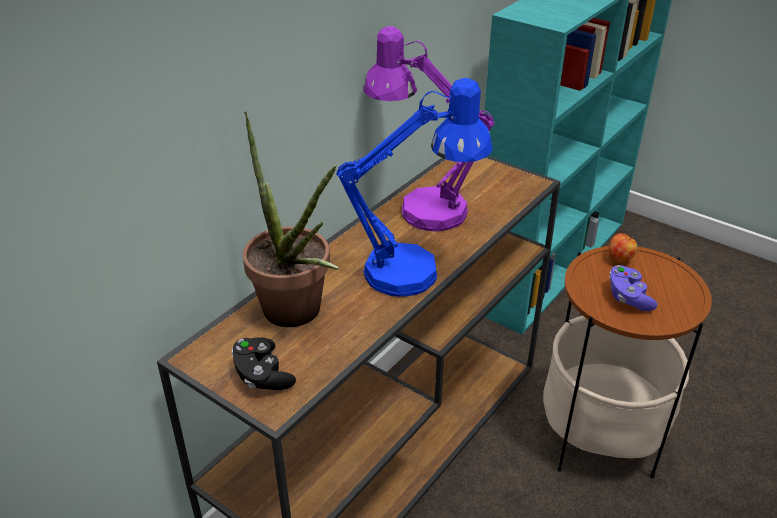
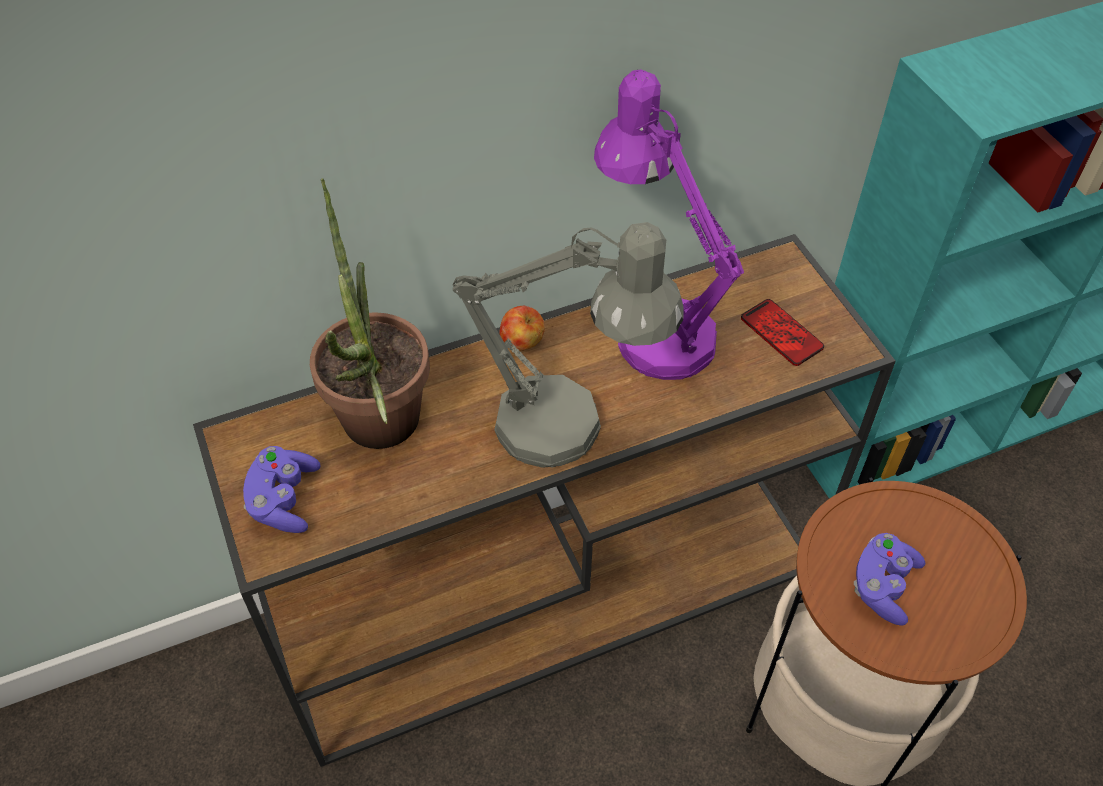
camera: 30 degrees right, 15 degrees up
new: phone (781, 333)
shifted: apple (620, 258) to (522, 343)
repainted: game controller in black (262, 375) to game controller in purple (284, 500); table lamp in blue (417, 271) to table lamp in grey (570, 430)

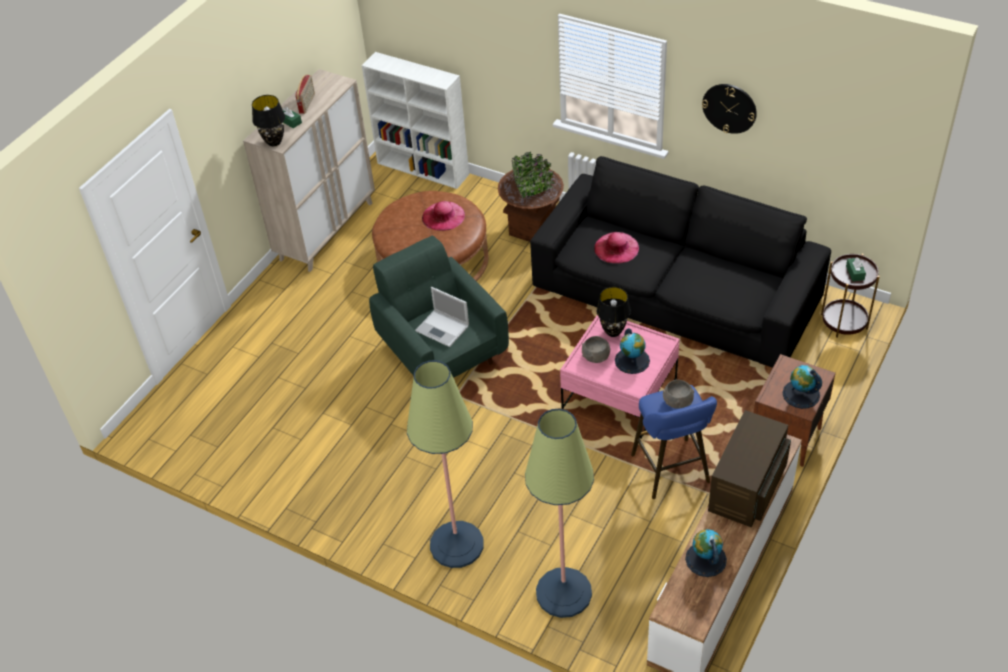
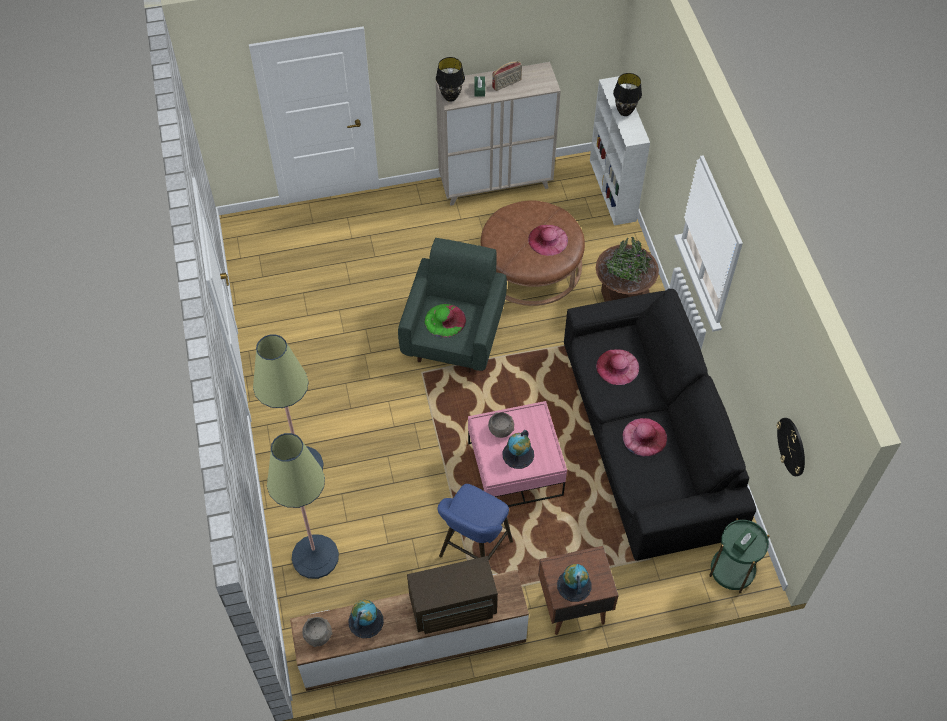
camera: 45 degrees right, 10 degrees up
new: hat in pink (644, 437)
shifted: table lamp in black (613, 332) to (625, 112); bowl in grey (677, 401) to (318, 635); wall clock (729, 108) to (792, 446)
swapped: laptop (443, 328) to hat in green (445, 320)
repainted: side table in brown (844, 321) to side table in green (732, 571)

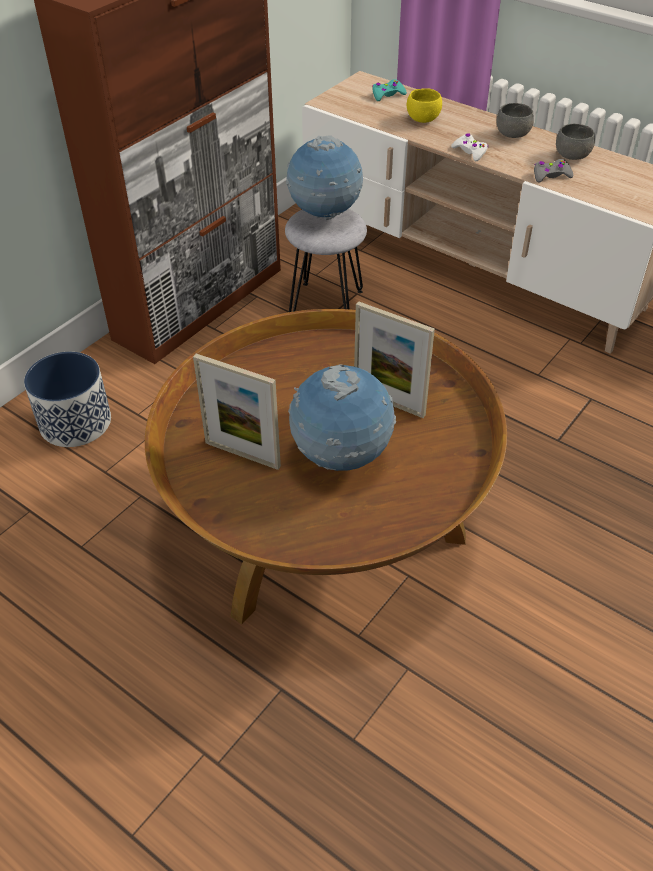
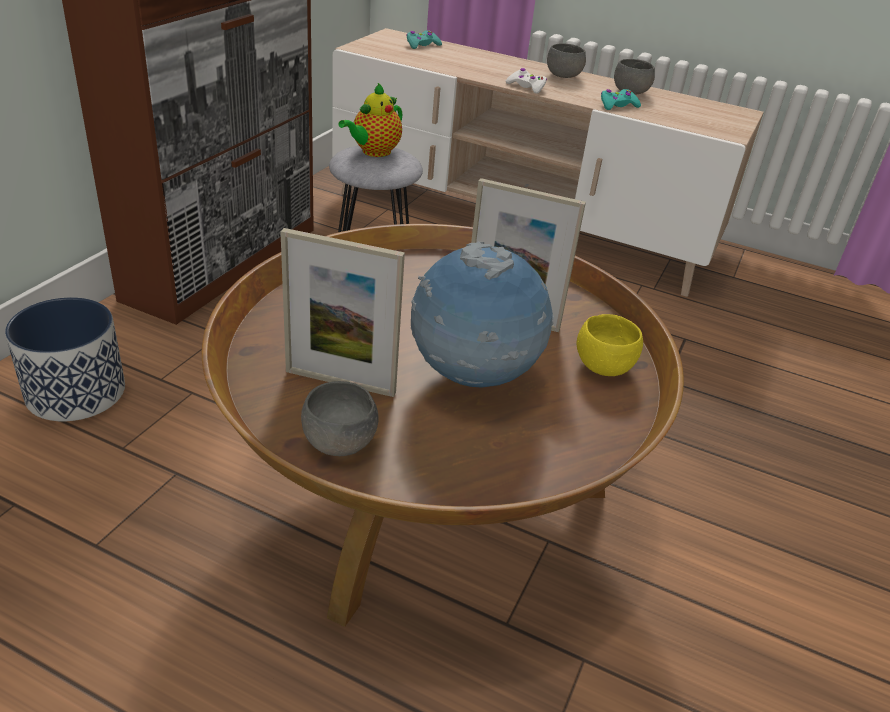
camera: 15 degrees left, 10 degrees down
new: bowl in grey (339, 443)
shifted: bowl in yellow (423, 119) to (603, 366)
swapped: globe (324, 215) to teapot (373, 152)
repainted: game controller in grey (550, 175) to game controller in turquoise (617, 105)

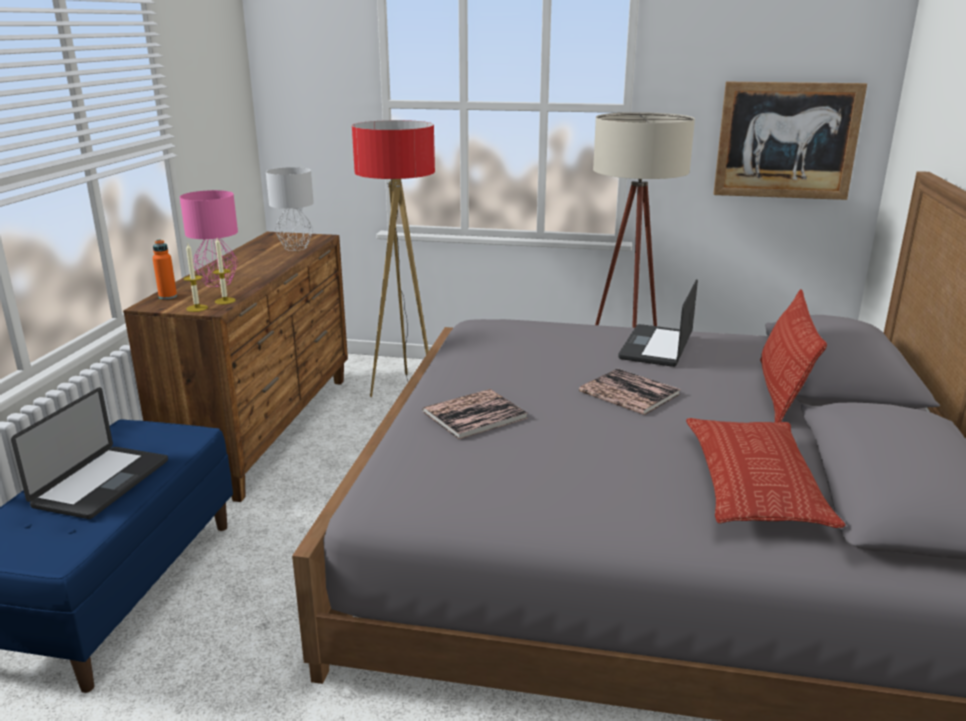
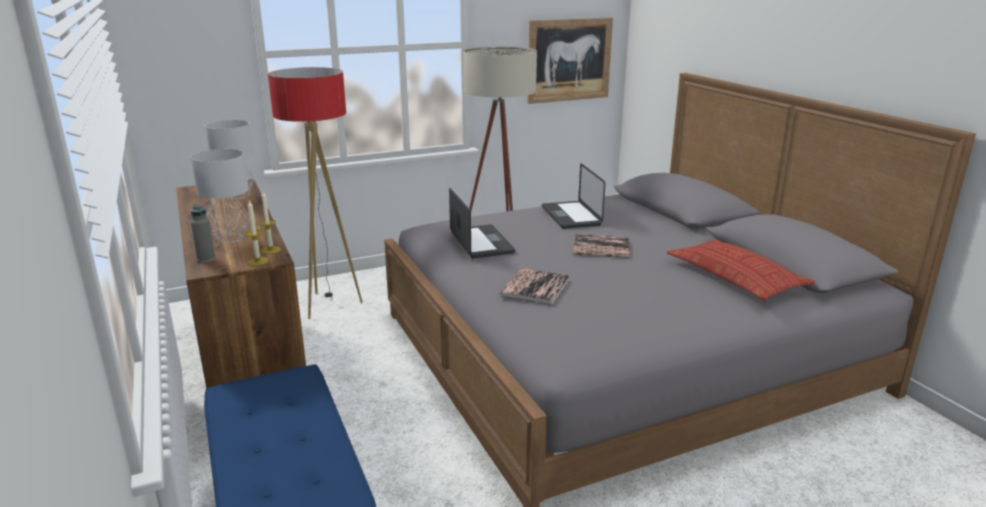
camera: 35 degrees left, 0 degrees up
gone: pillow (781, 392)
shifted: laptop (102, 483) to (481, 243)
repainted: bottle in orange (168, 296) to bottle in grey (206, 259); table lamp in pink (217, 283) to table lamp in grey (230, 238)

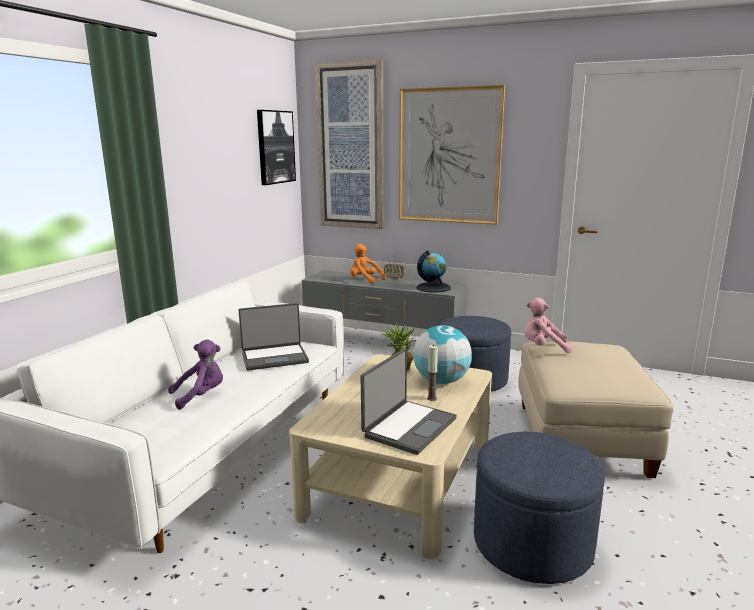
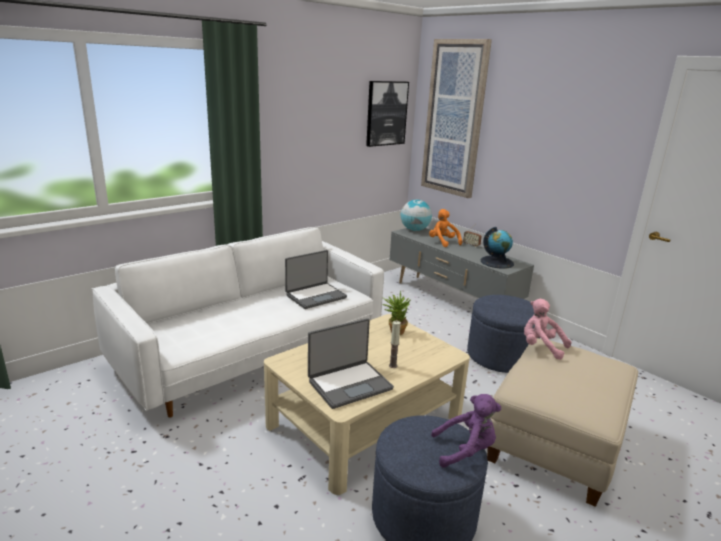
camera: 25 degrees right, 5 degrees up
gone: picture (449, 156)
shifted: plush toy in purple (201, 396) to (466, 451); globe (441, 381) to (414, 230)
rotated: laptop (274, 357) = (315, 296) 45 degrees counterclockwise

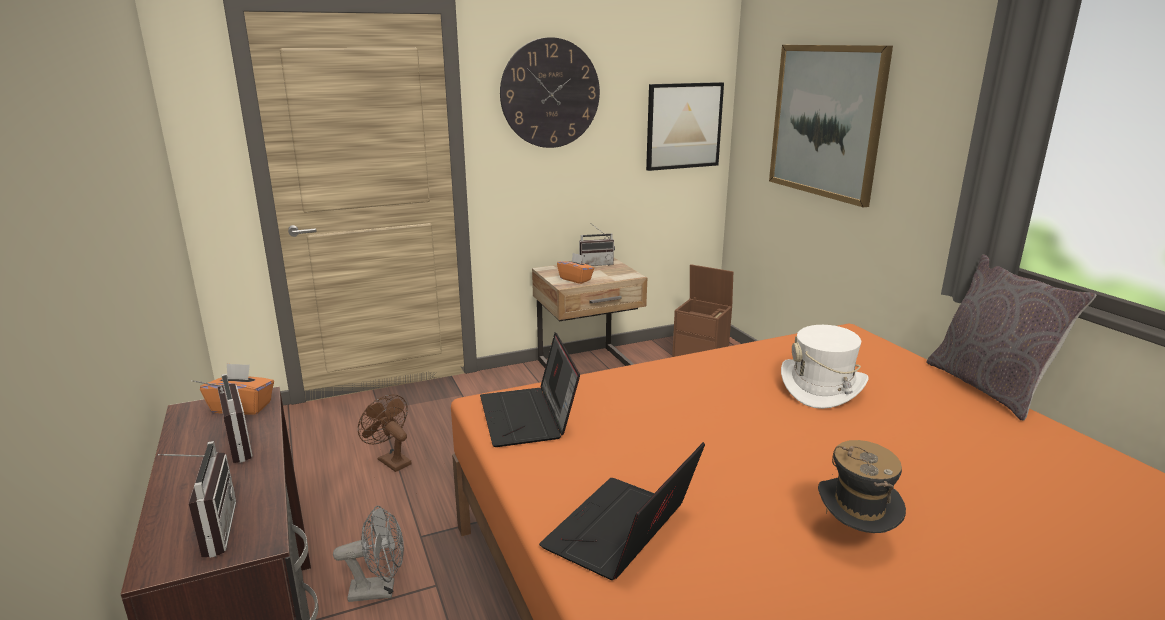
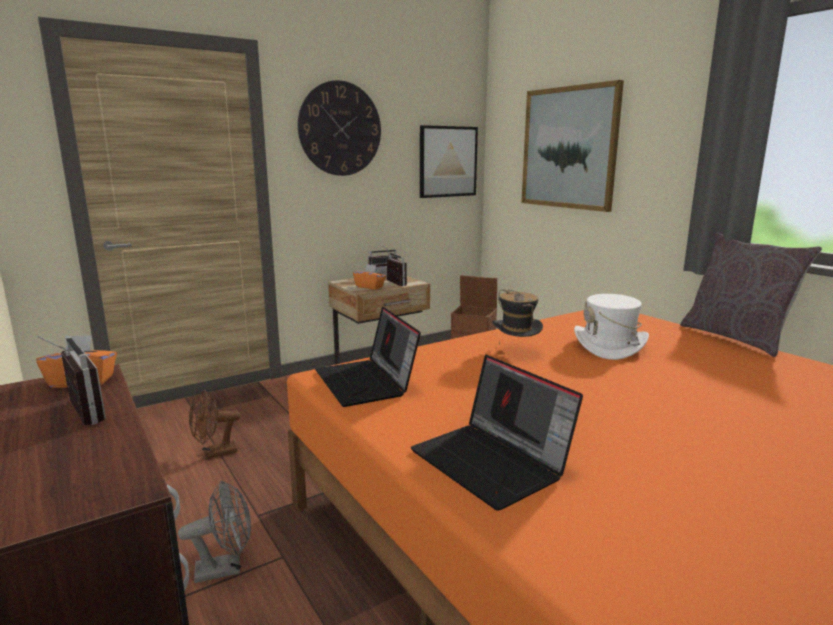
camera: 10 degrees left, 5 degrees down
shifted: radio (208, 532) to (393, 284); hat (853, 539) to (515, 353)
rotated: fan in brown (390, 460) = (214, 453) 60 degrees counterclockwise; laptop (622, 533) = (493, 463) 60 degrees counterclockwise

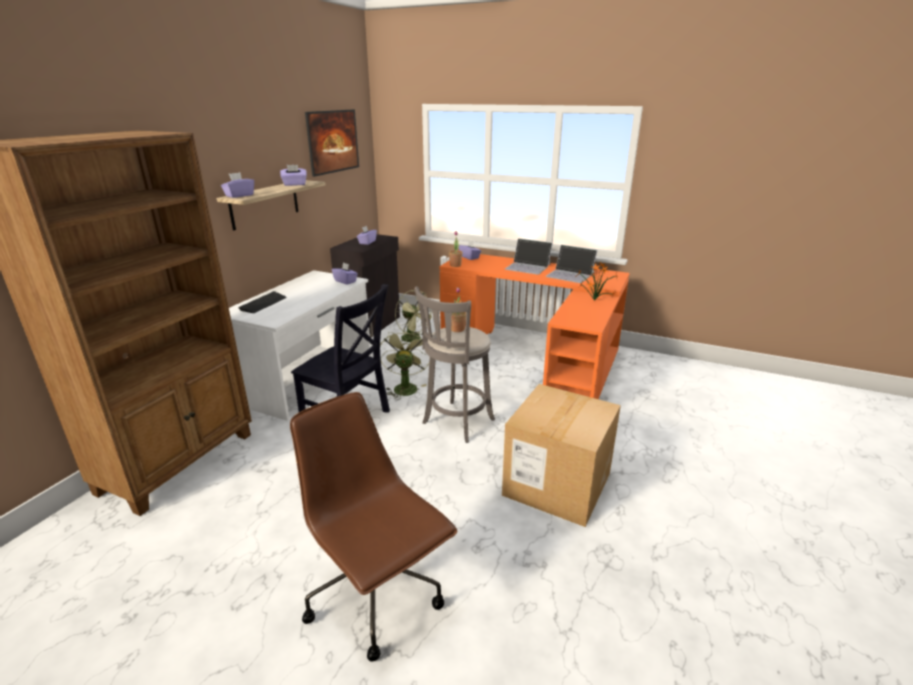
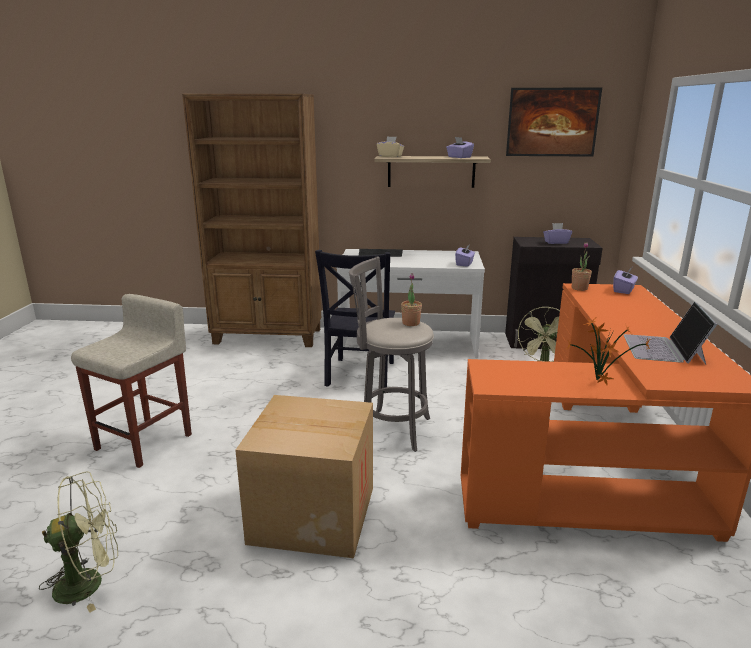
camera: 70 degrees right, 5 degrees down
gone: laptop (528, 267)
shifted: fan in green (405, 387) to (90, 582)
swapped: office chair in brown (377, 595) to stool in beige (145, 441)
repainted: tissue box in purple (239, 195) to tissue box in beige (390, 156)

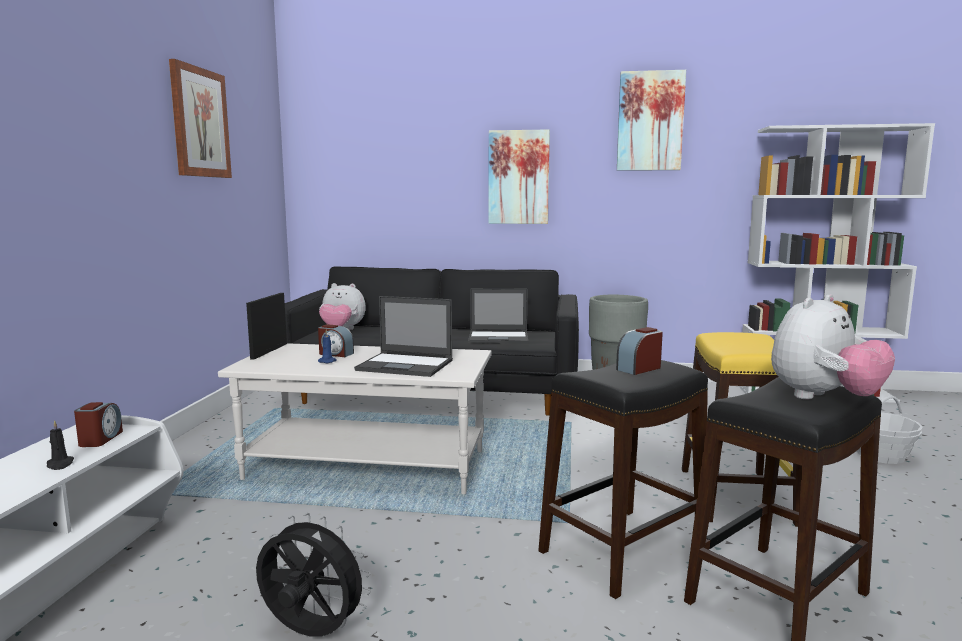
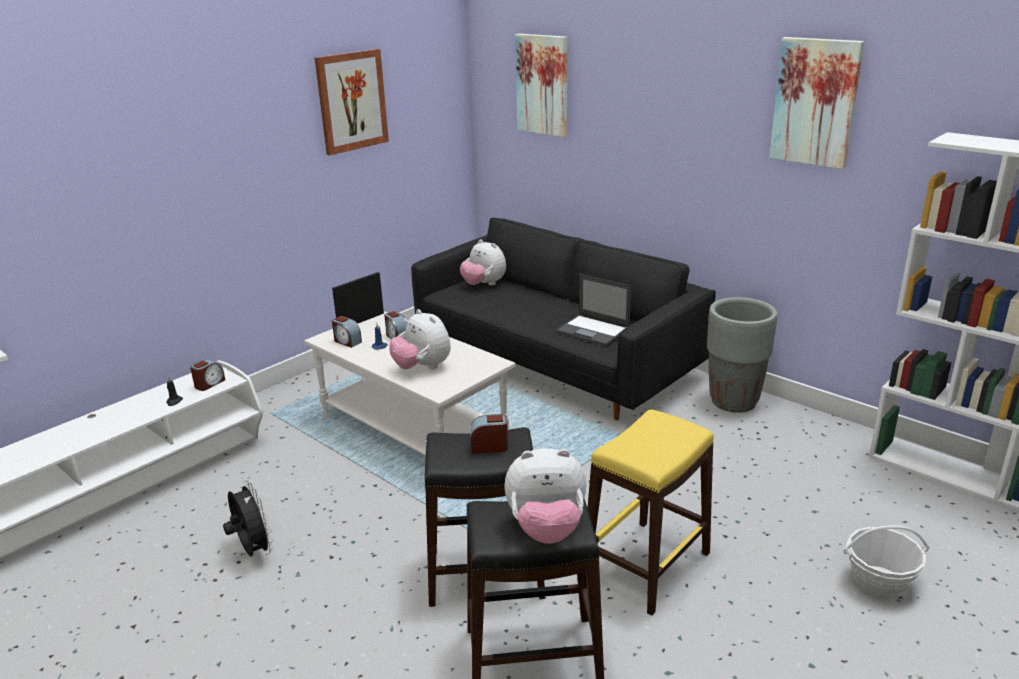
camera: 35 degrees right, 15 degrees up
new: alarm clock (347, 341)
shifted: picture (518, 177) to (543, 85)
swapped: laptop (406, 365) to plush toy (422, 367)

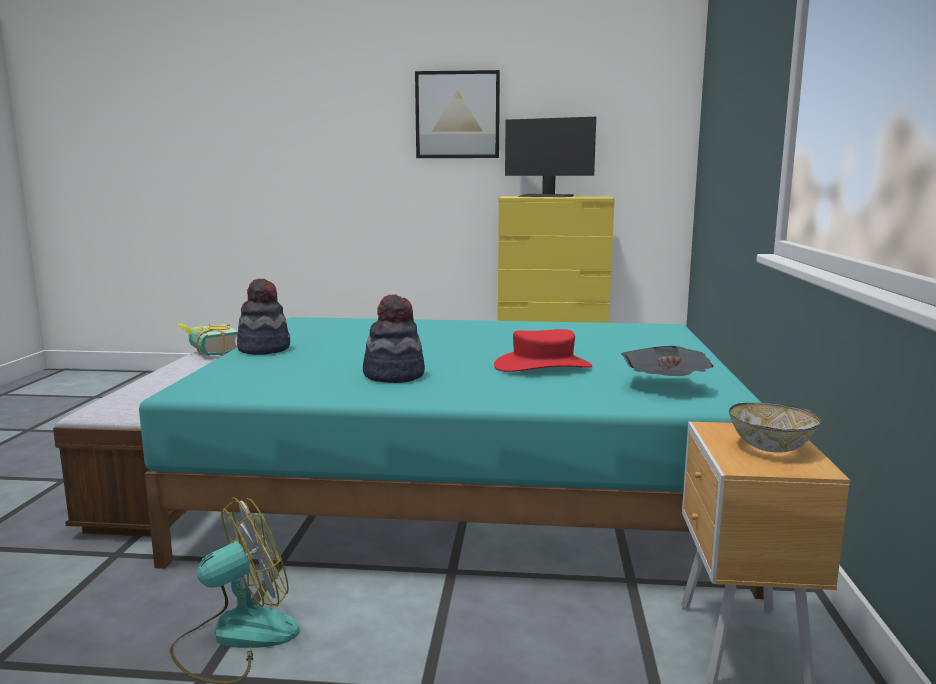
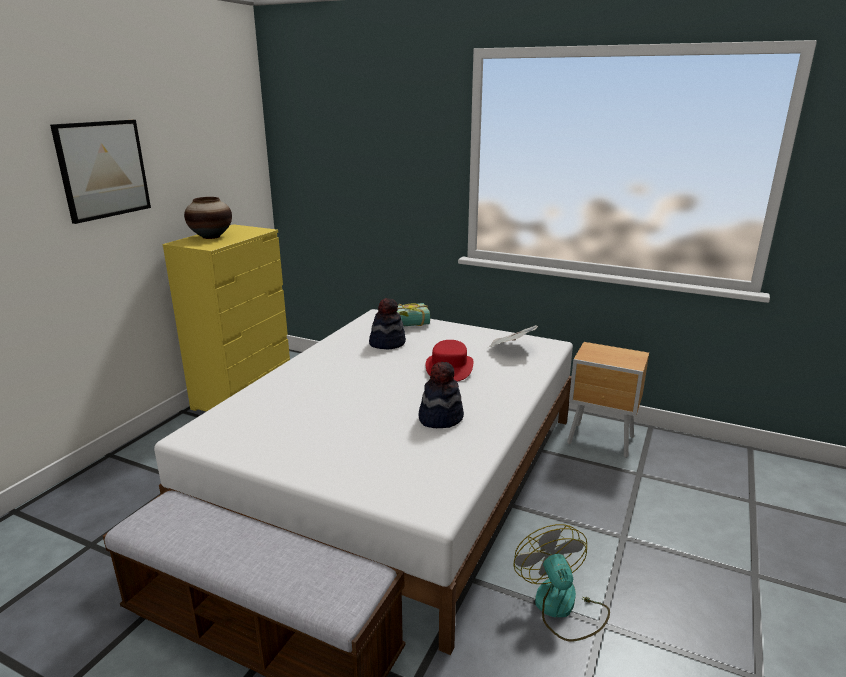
camera: 70 degrees left, 10 degrees up
gone: bowl (772, 448)
shifted: book (209, 353) to (411, 325); hat (264, 349) to (387, 343)
swapped: monitor (546, 196) to vase (211, 237)
repainted: bed in turquoise (470, 487) to bed in white (399, 473)

